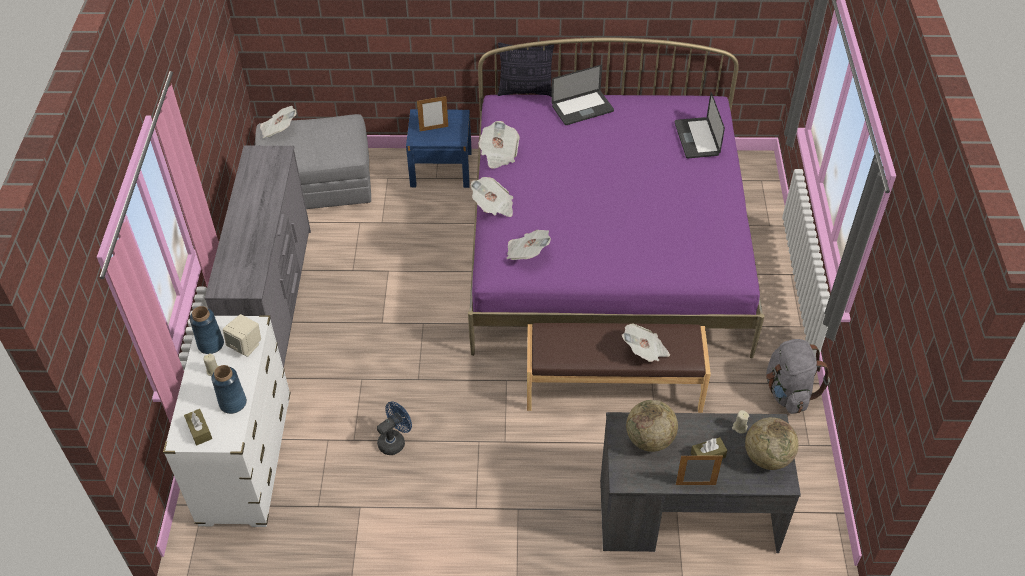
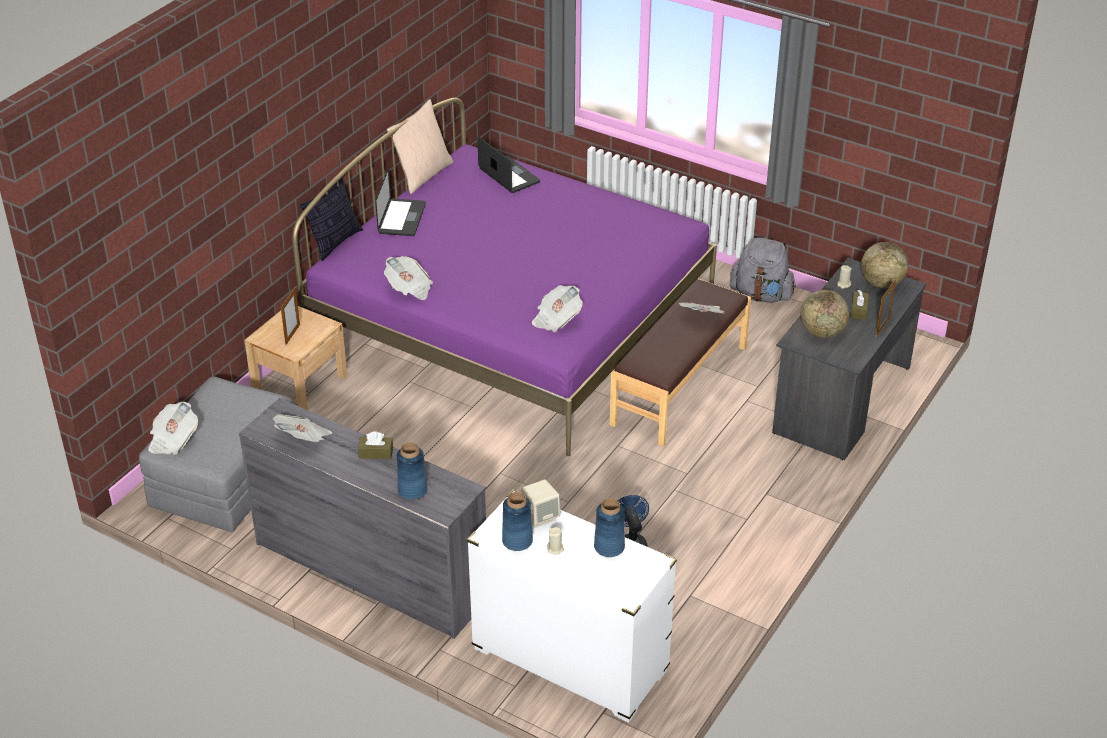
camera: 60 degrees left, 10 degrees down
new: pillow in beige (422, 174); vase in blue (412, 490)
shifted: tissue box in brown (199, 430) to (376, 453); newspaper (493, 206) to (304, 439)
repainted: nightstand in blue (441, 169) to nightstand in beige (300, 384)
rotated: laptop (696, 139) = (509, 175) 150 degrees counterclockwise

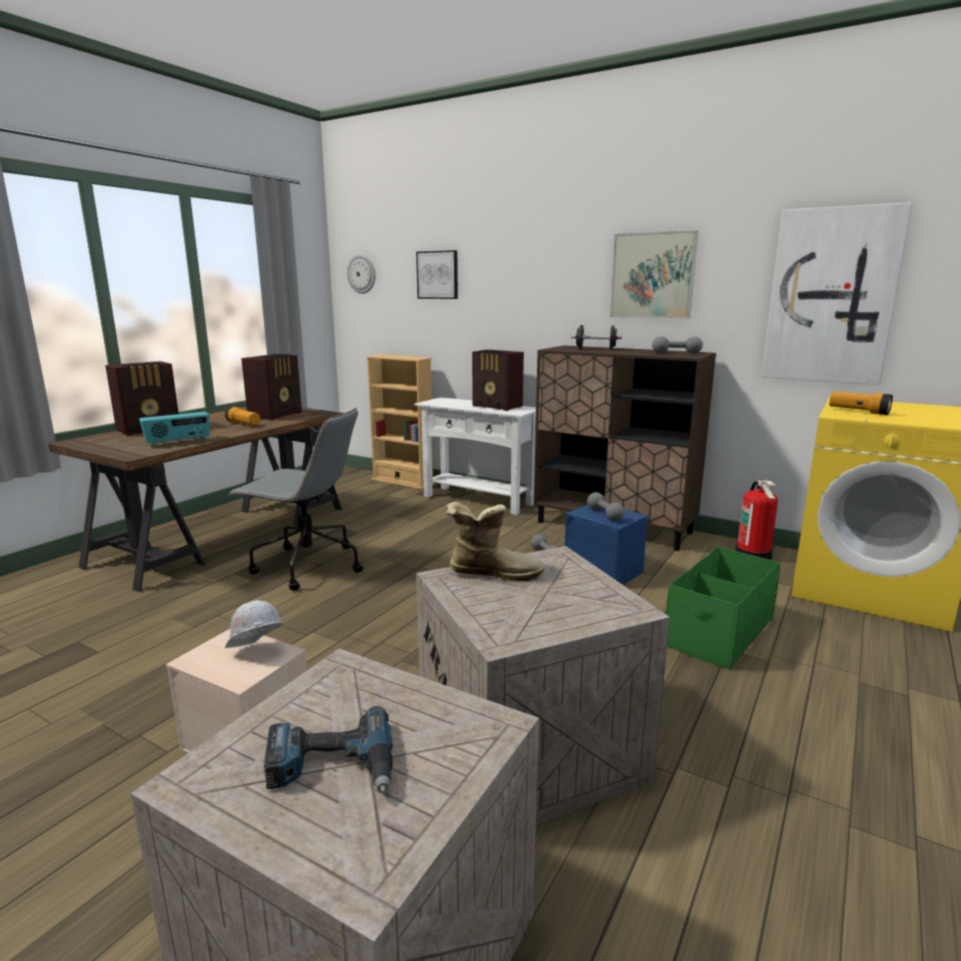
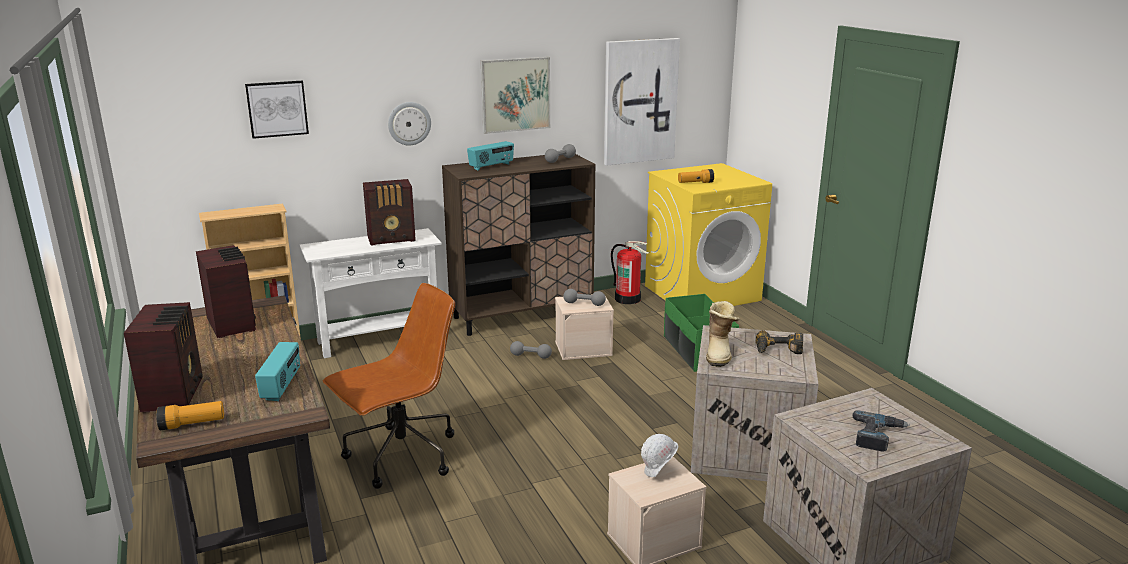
camera: 55 degrees left, 5 degrees up
new: power drill (778, 350)
shifted: flashlight (244, 424) to (192, 424); wall clock (362, 274) to (409, 123)
swapped: dumbbell in black (595, 349) to radio (491, 166)
repainted: office chair in grey (307, 566) to office chair in brown (400, 457); storage box in blue (604, 571) to storage box in beige (584, 348)
rotated: boot (493, 572) = (720, 353) 150 degrees clockwise

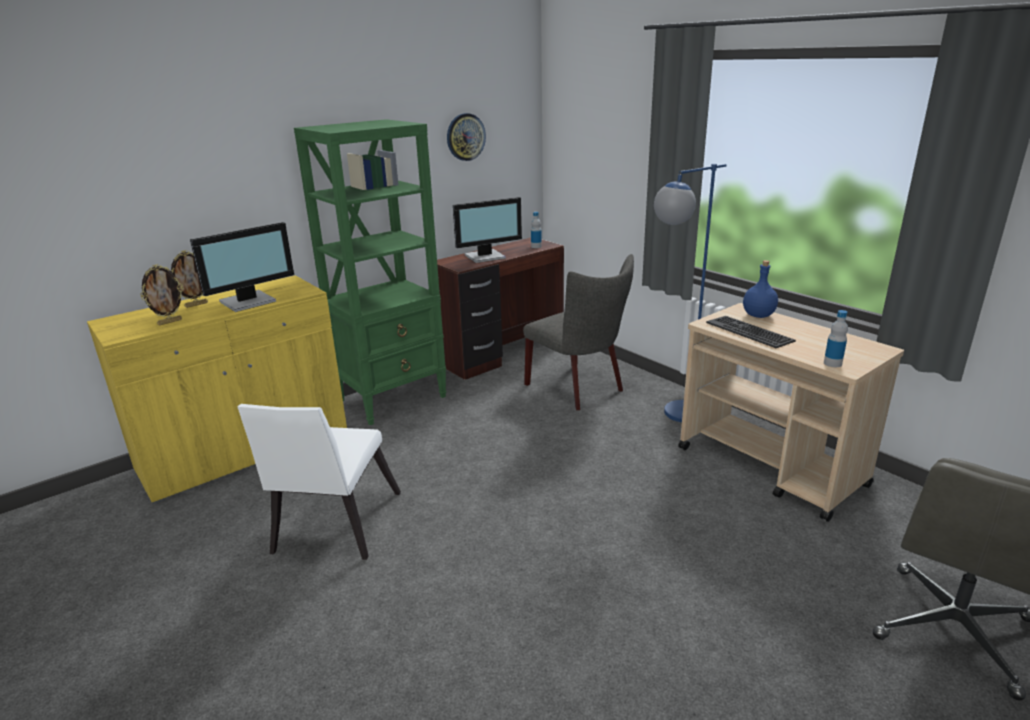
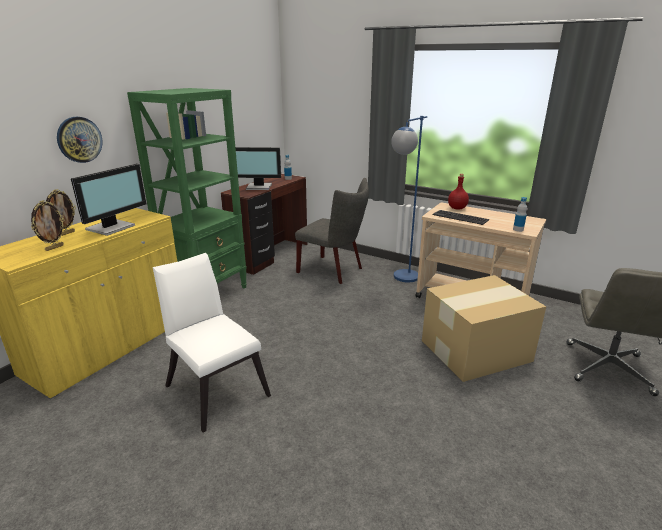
camera: 20 degrees left, 0 degrees up
new: cardboard box (477, 351)
shifted: wall clock (465, 137) to (79, 139)
repainted: bottle in blue (759, 316) to bottle in red (457, 208)
rotated: chair in white (333, 527) = (215, 387) 150 degrees clockwise; monitor (486, 257) = (259, 187) 45 degrees clockwise

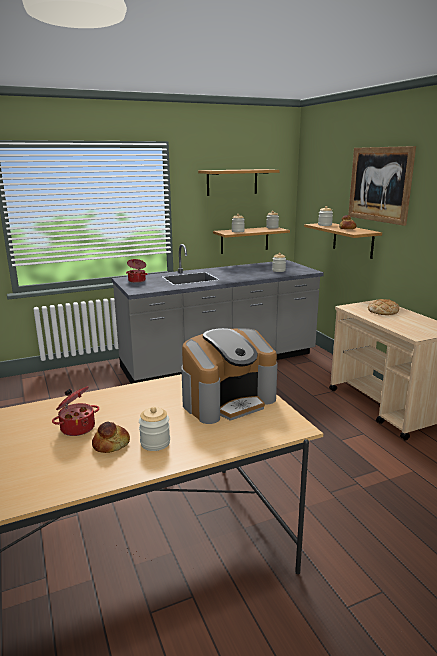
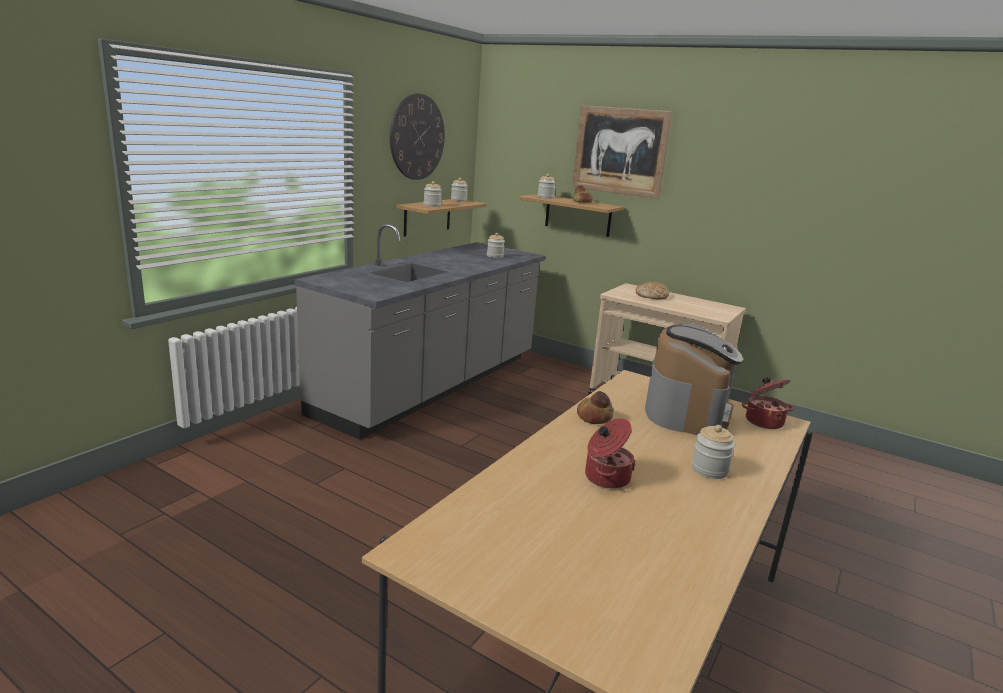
camera: 35 degrees left, 0 degrees up
shifted: bread (111, 445) to (595, 417); cooking pot (137, 280) to (763, 421)
swapped: shelf (232, 182) to wall clock (417, 137)

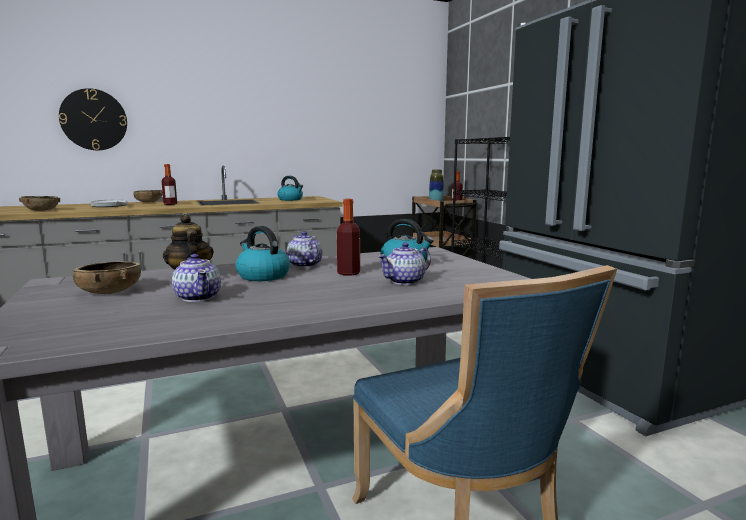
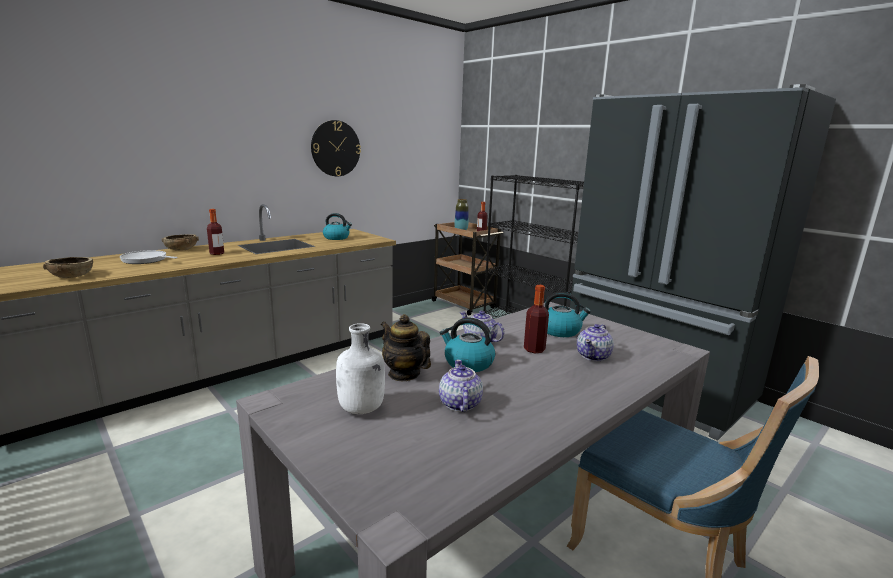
camera: 20 degrees left, 5 degrees up
shifted: wall clock (94, 120) to (335, 148)
swapped: bowl in brown (110, 292) to bottle in white (361, 409)
rotated: teapot (198, 297) = (459, 404) 135 degrees counterclockwise

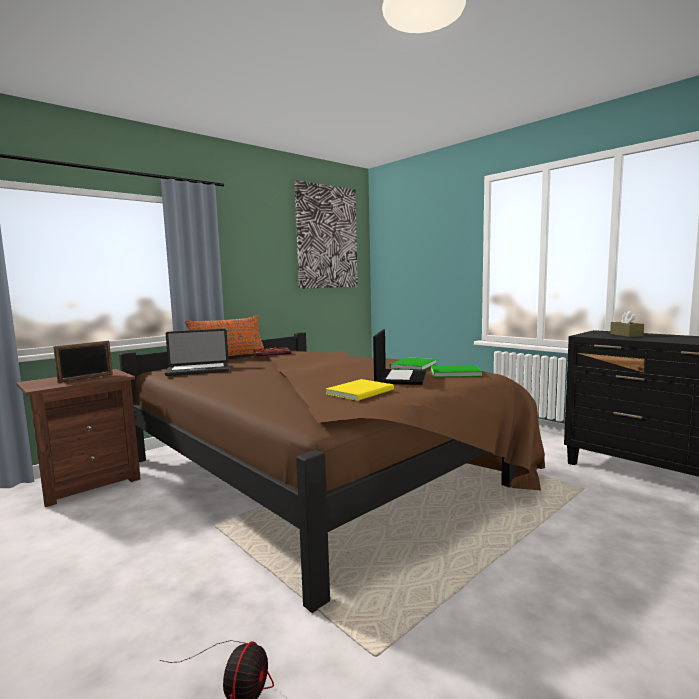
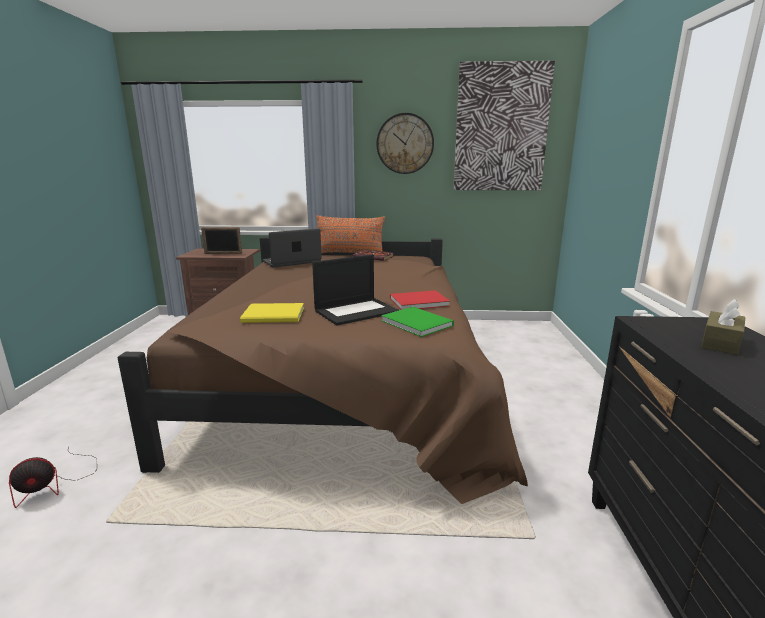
camera: 45 degrees right, 10 degrees up
new: wall clock (405, 144)
repainted: book in green (411, 366) to book in red (417, 302)
rotated: laptop (198, 370) = (292, 262) 120 degrees clockwise

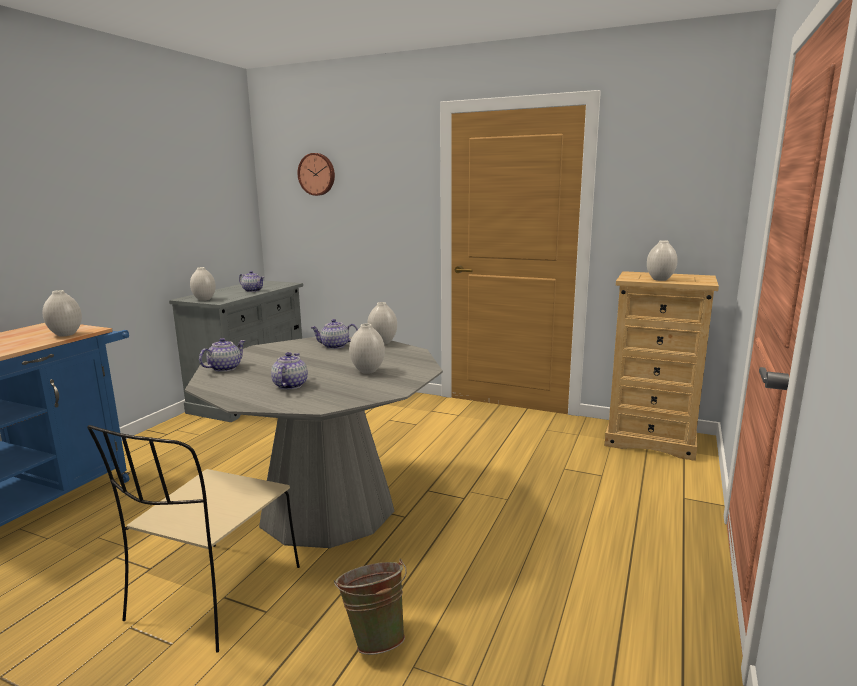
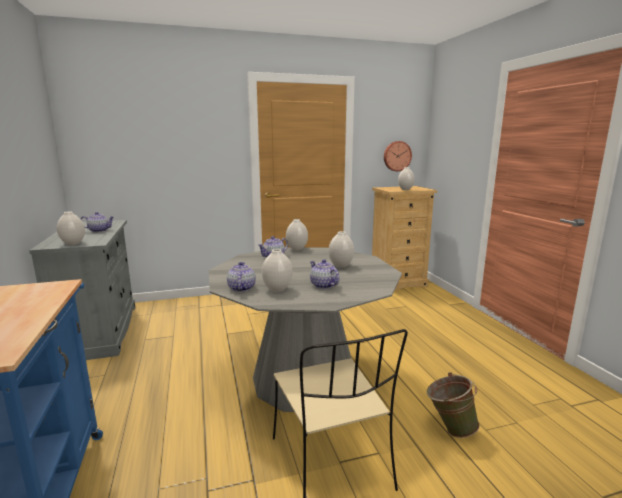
camera: 40 degrees left, 0 degrees up
shifted: vase in white (66, 334) to (277, 289); wall clock (317, 174) to (396, 156)

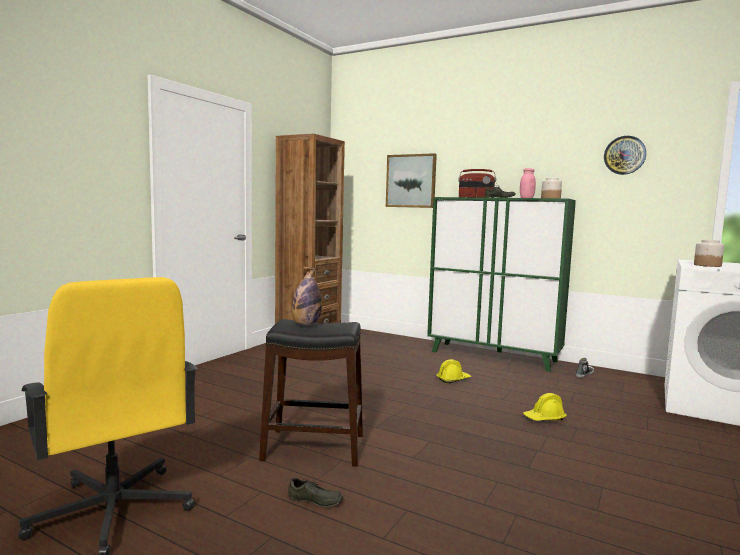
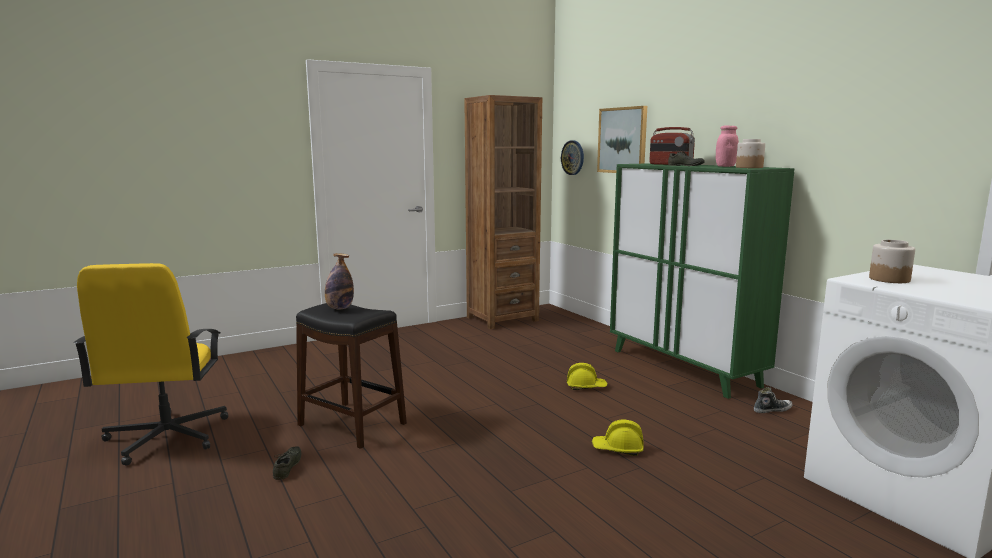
camera: 30 degrees right, 5 degrees up
shifted: wall clock (624, 155) to (573, 157)
rotated: shoe in grey (314, 501) = (289, 467) 135 degrees counterclockwise

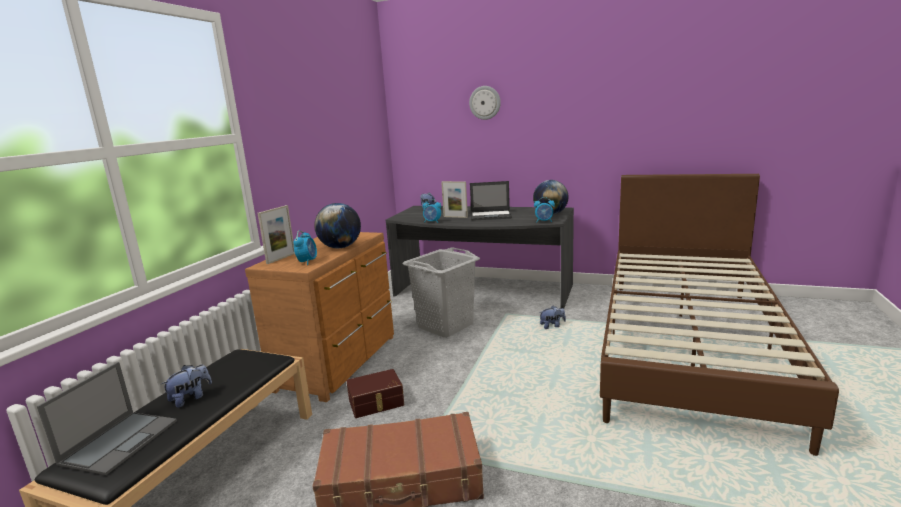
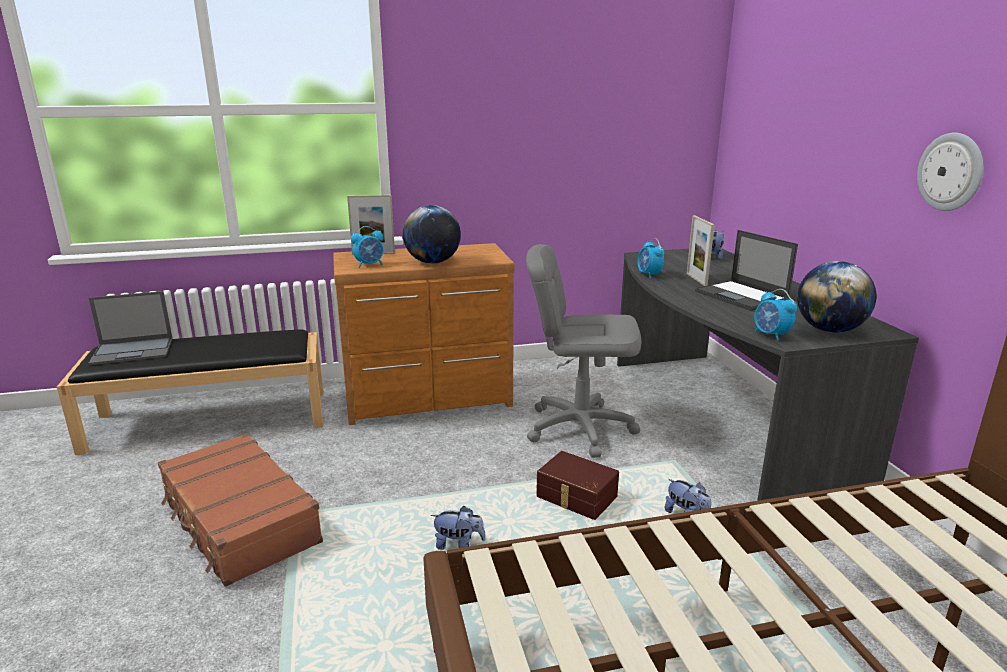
camera: 55 degrees right, 5 degrees up
shifted: plush toy (190, 398) to (458, 544); storage box in brown (376, 403) to (576, 498); wall clock (485, 102) to (951, 172)
swapped: laundry basket in grey (445, 326) to office chair in grey (579, 428)

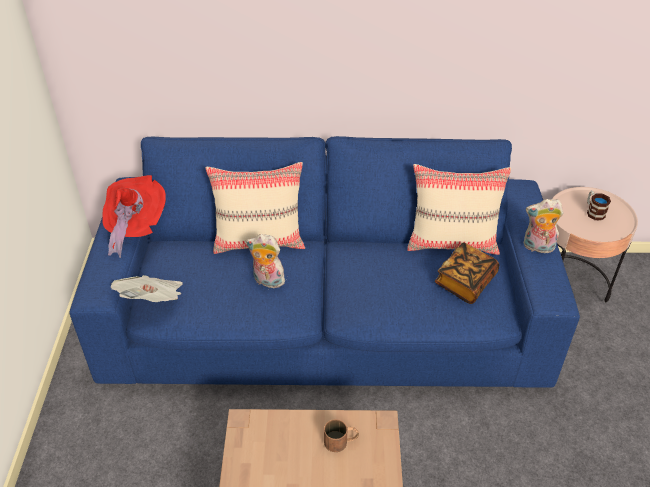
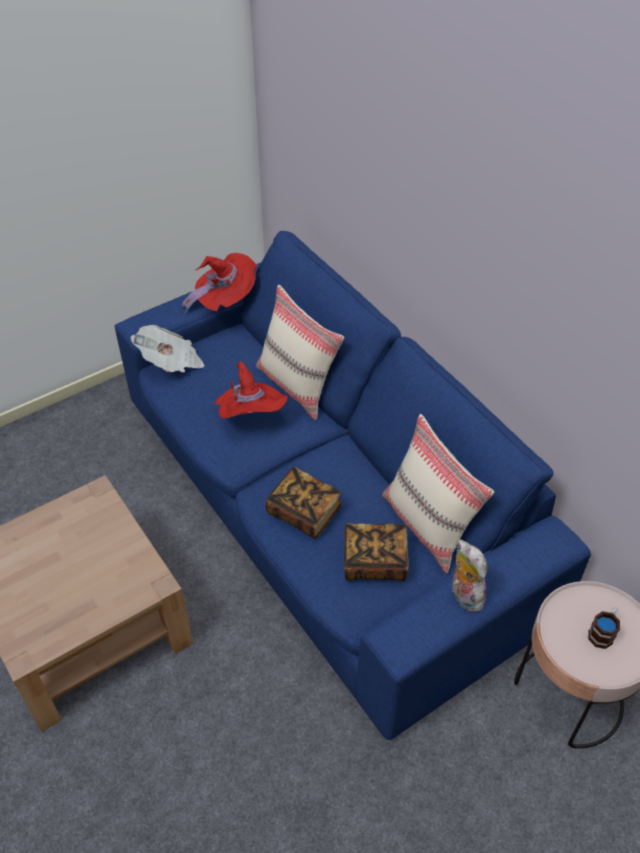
camera: 55 degrees right, 5 degrees up
gone: mug in brown (341, 441)
new: book (304, 512)
swapped: plush toy (267, 281) to hat in red (250, 417)

